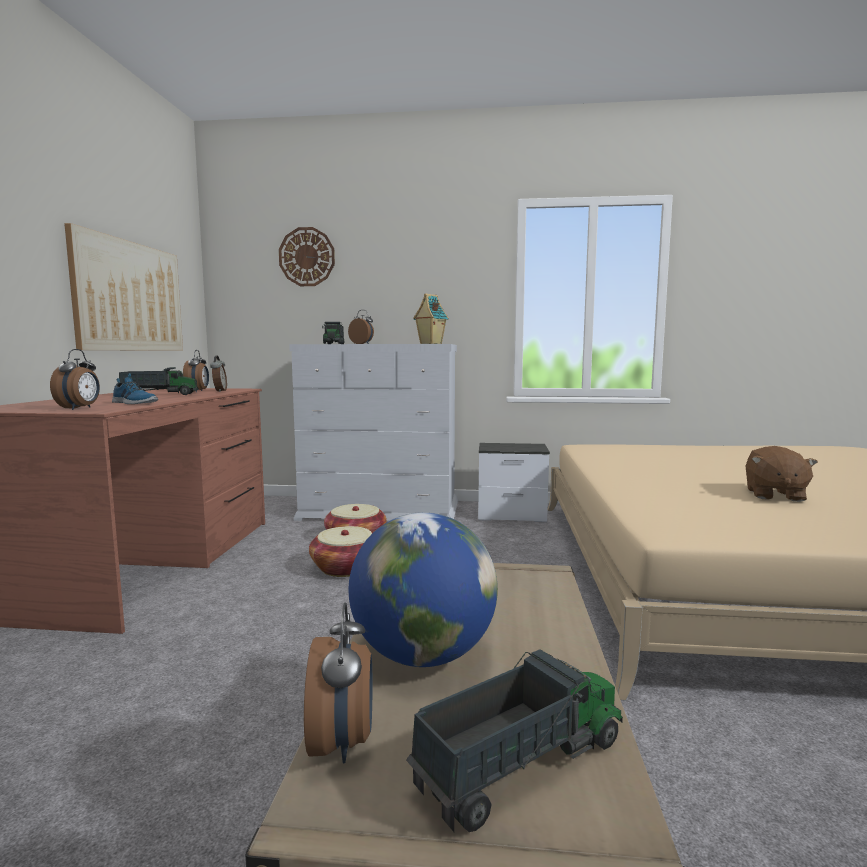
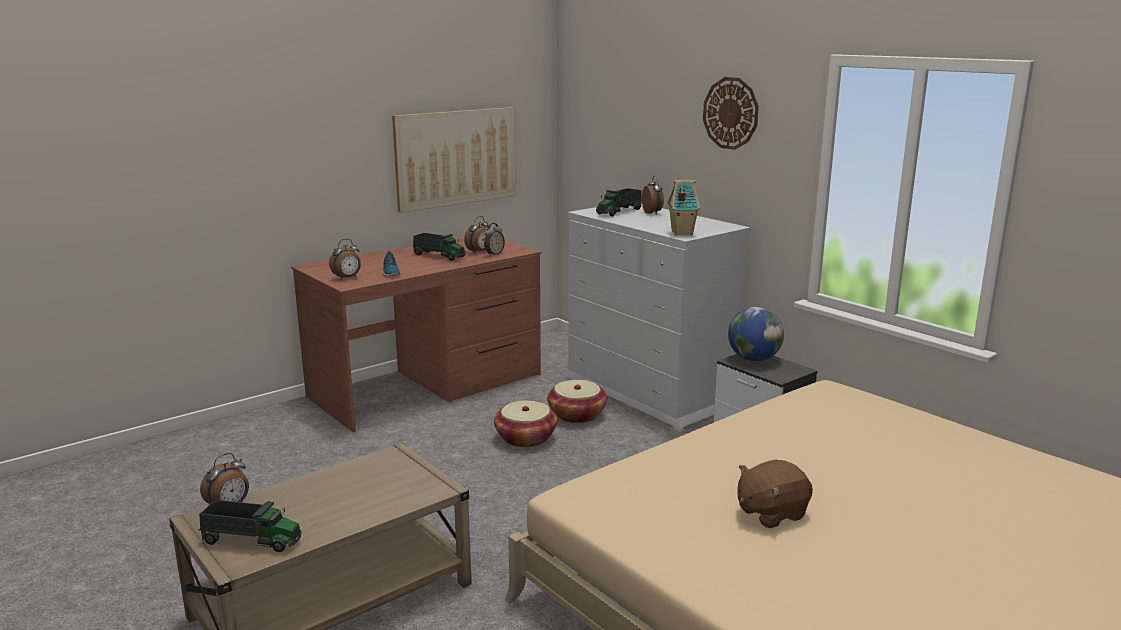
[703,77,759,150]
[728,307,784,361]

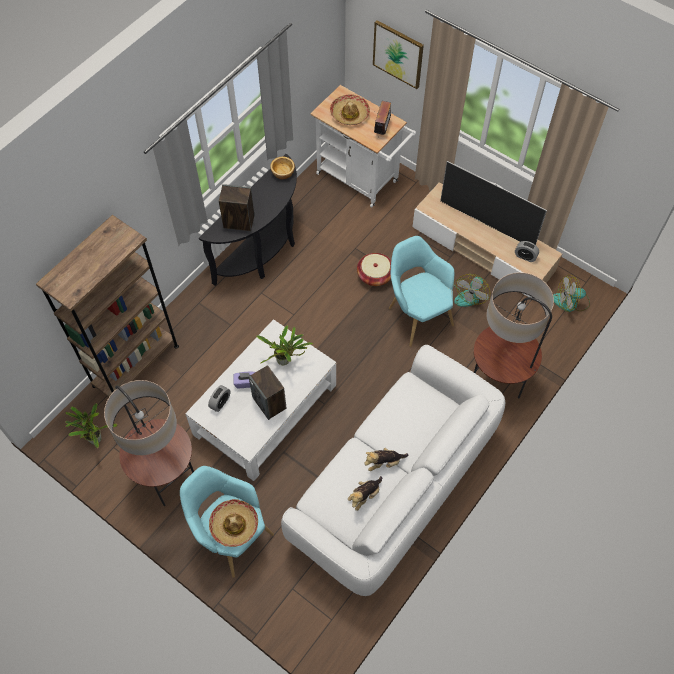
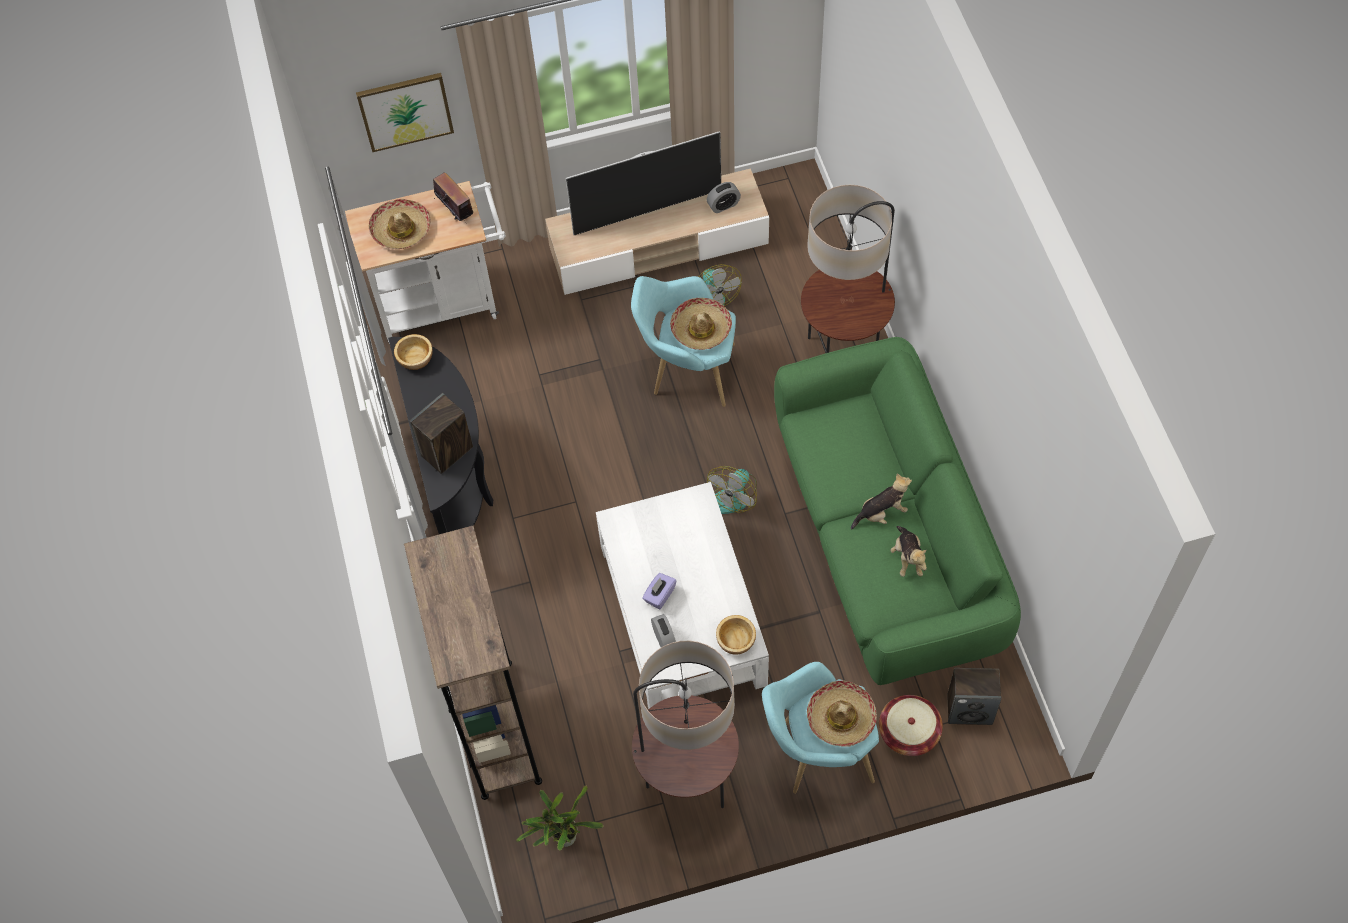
[947,668,1001,725]
[256,325,314,365] (first image)
[774,337,1021,685]
[879,695,943,756]
[851,473,912,530]
[707,466,757,514]
[670,298,732,350]
[716,615,756,655]

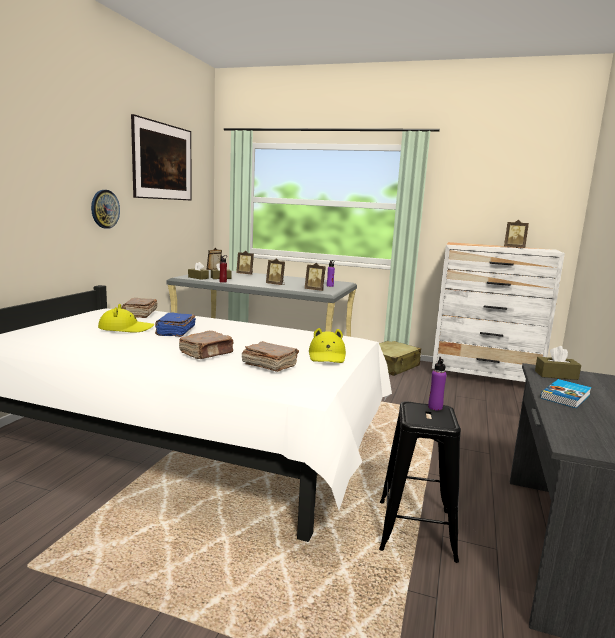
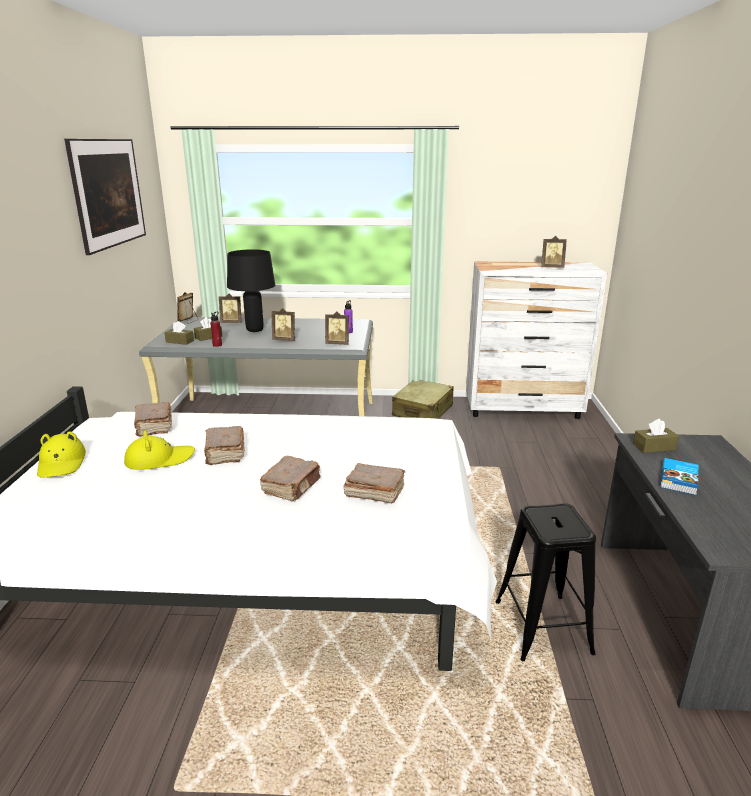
[91,190,120,229] (first image)
[204,426,245,465]
[37,431,86,478]
[428,357,447,410] (first image)
[227,249,275,332]

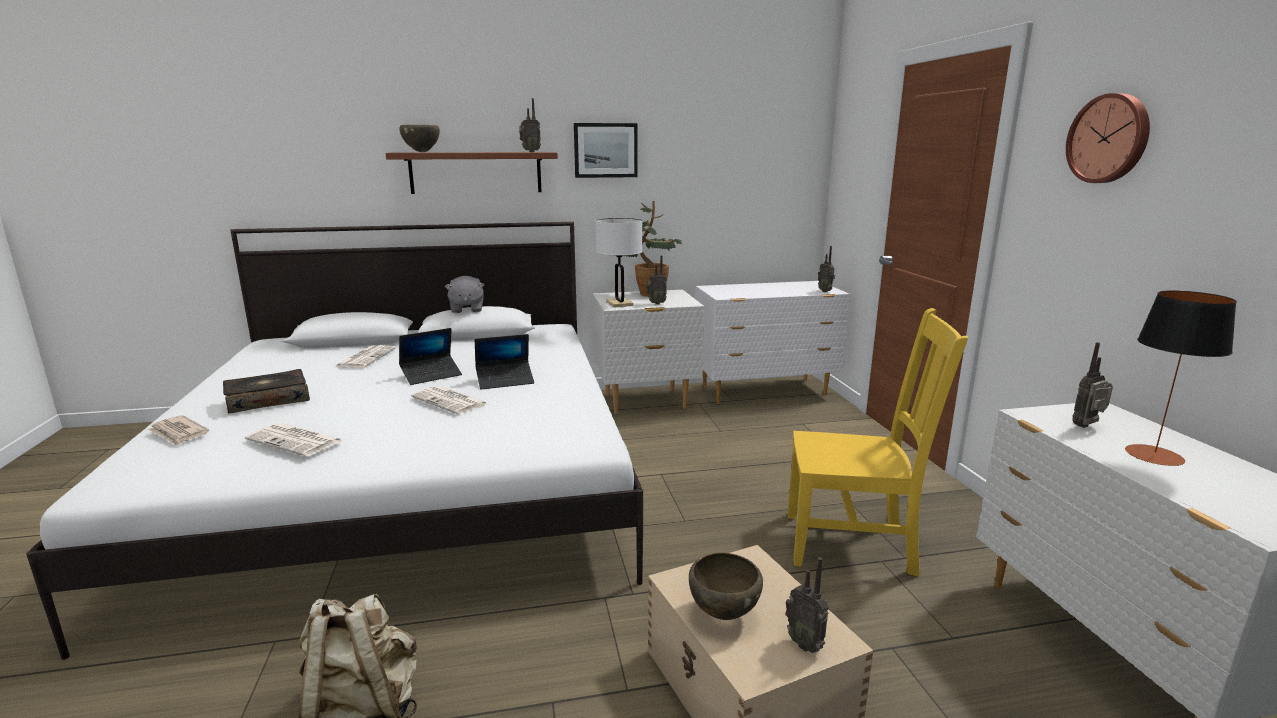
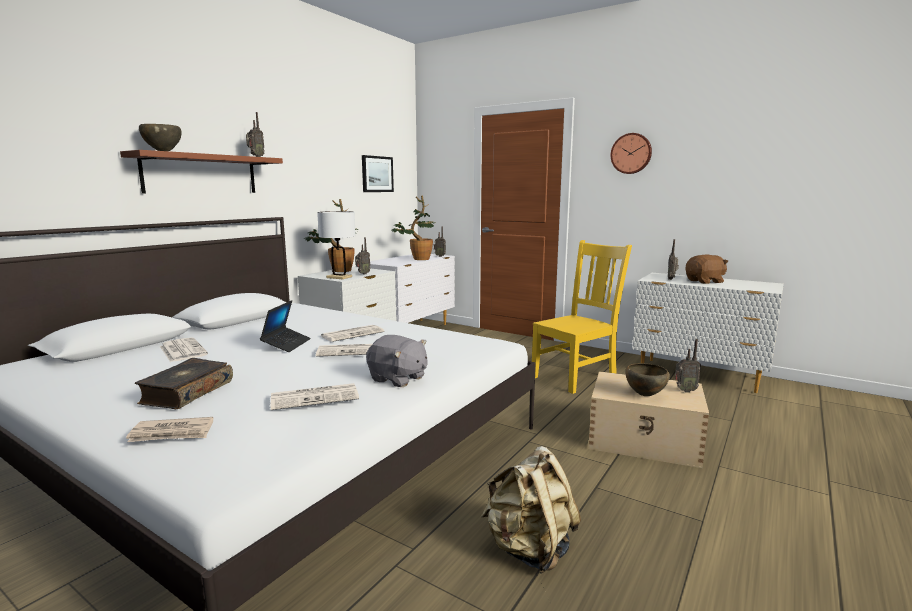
[366,335,428,387]
[321,325,384,342]
[362,155,394,192]
[686,254,728,284]
[392,196,435,260]

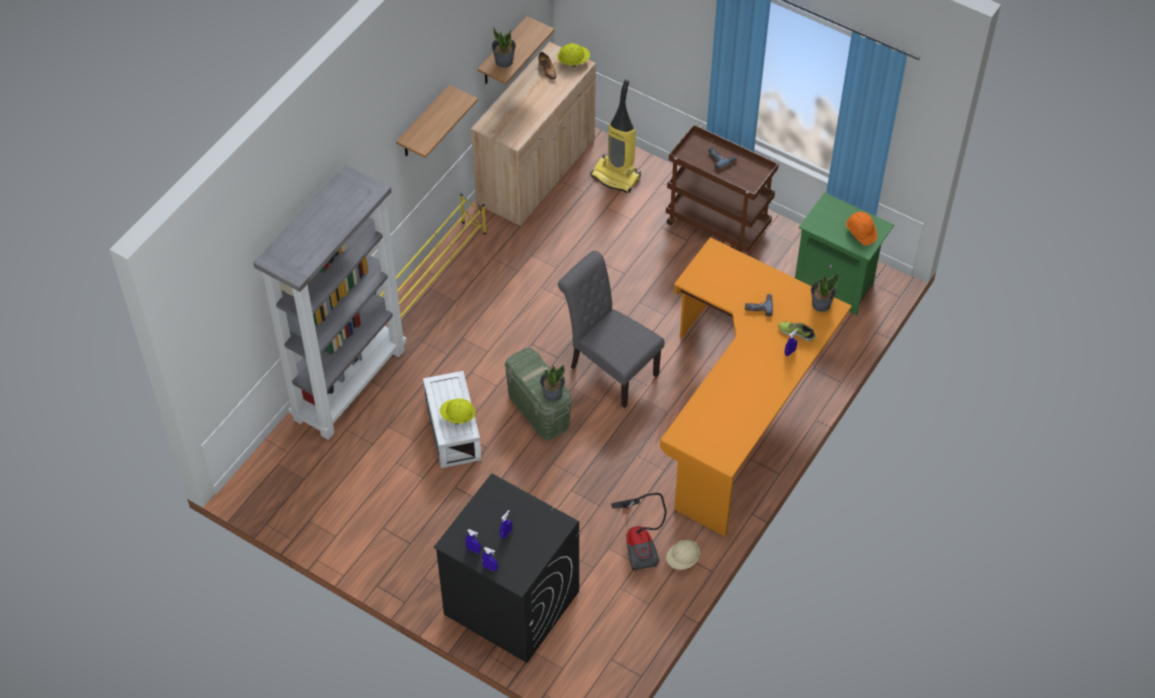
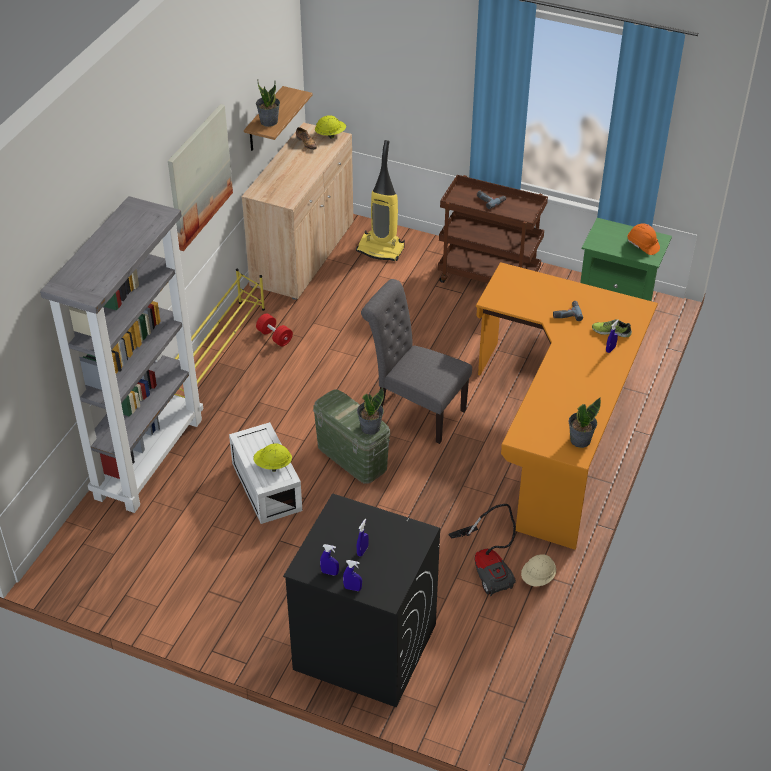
[168,104,233,251]
[568,397,601,448]
[256,313,293,346]

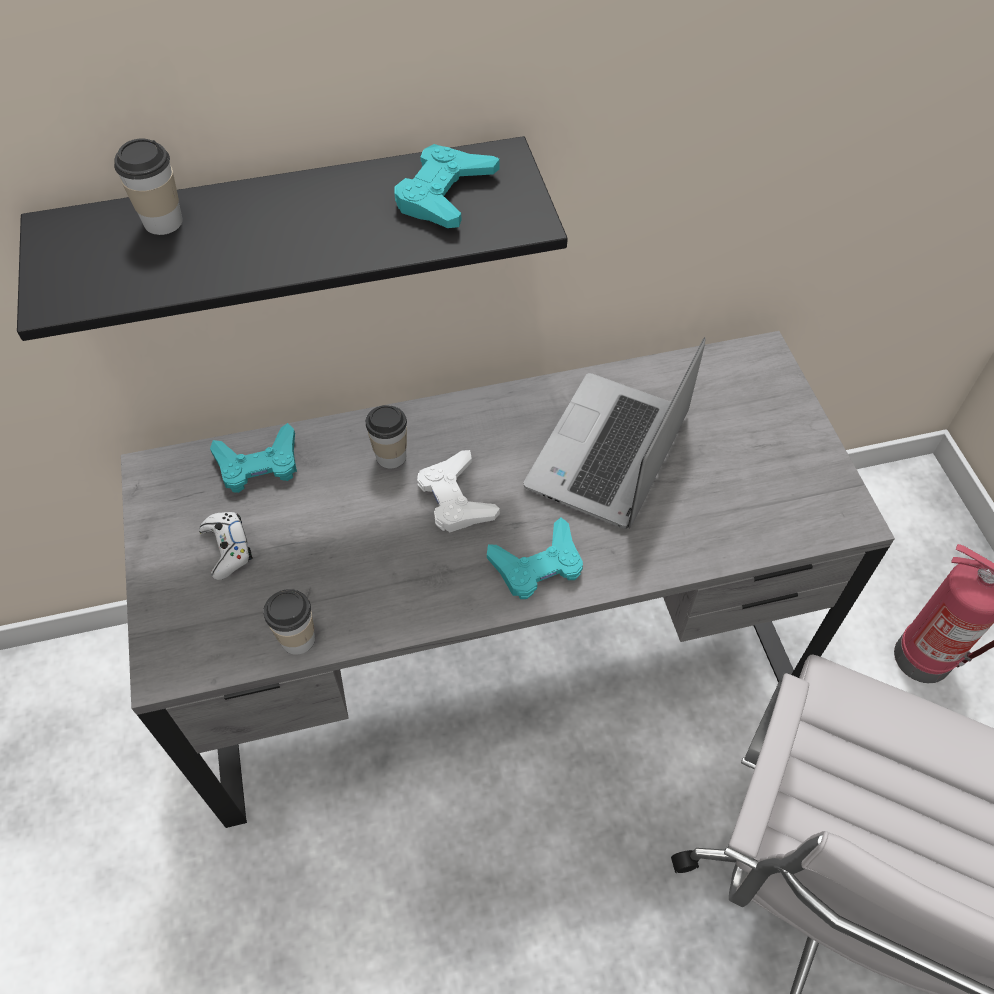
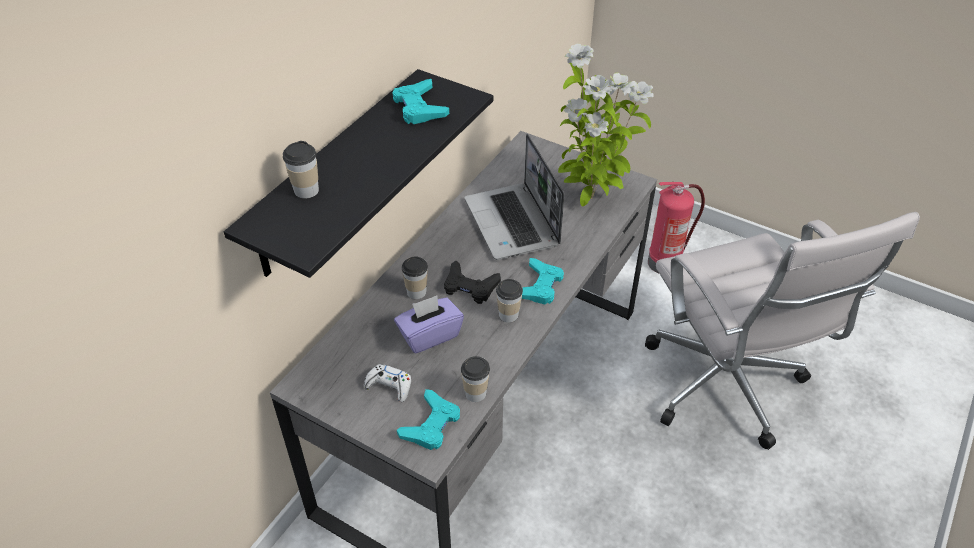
[397,389,460,450]
[444,260,501,304]
[394,296,464,354]
[496,279,523,323]
[558,44,654,206]

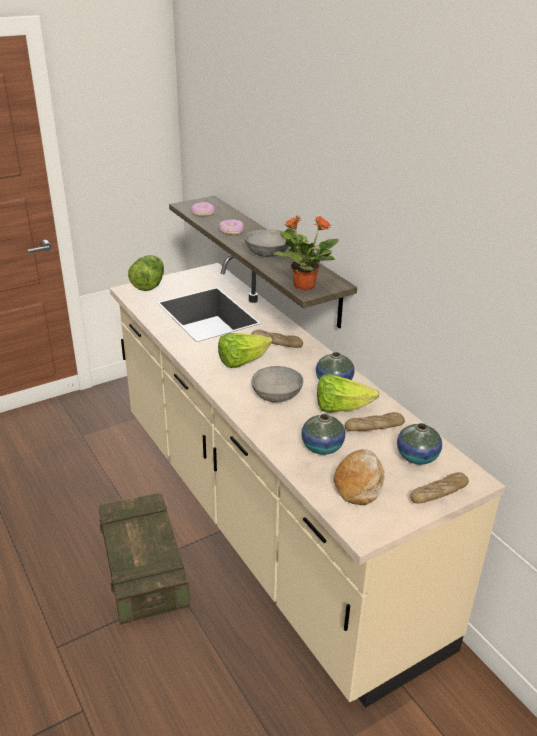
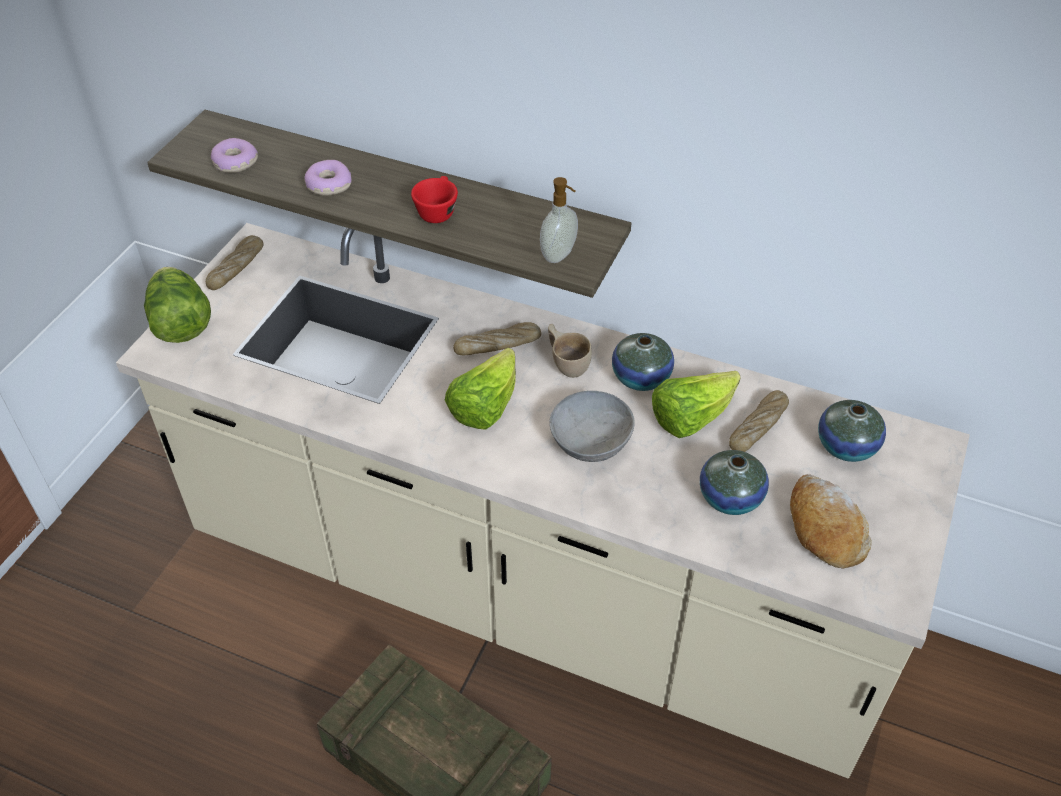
[411,176,458,223]
[540,177,578,263]
[206,235,263,290]
[548,324,592,378]

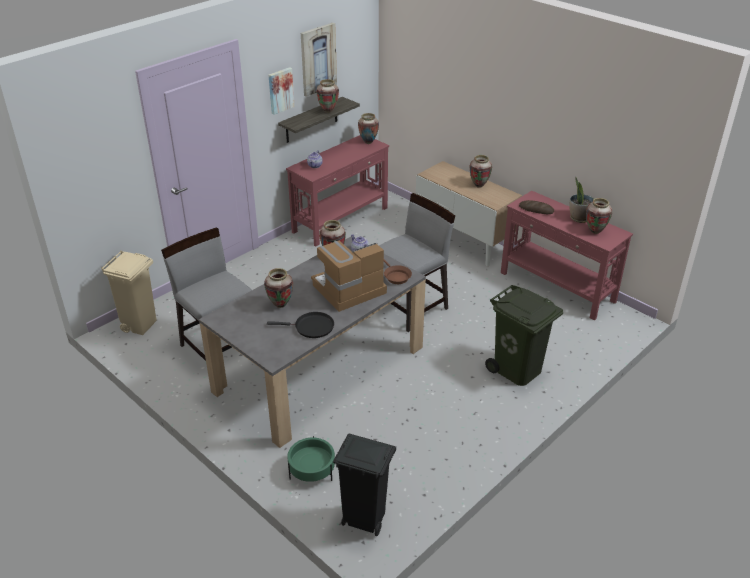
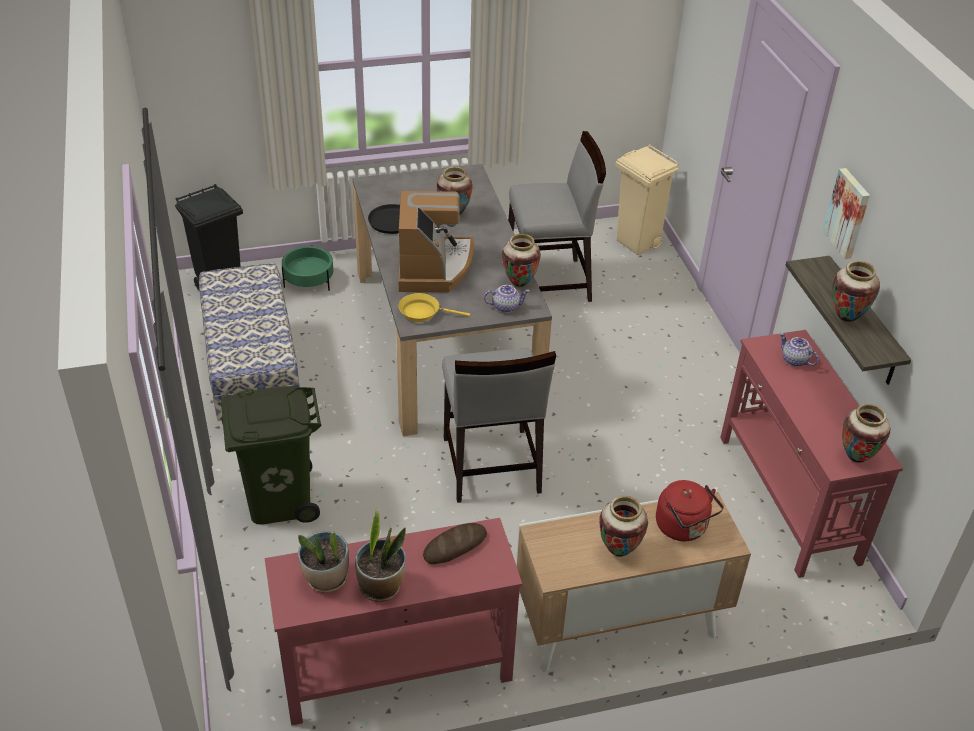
[301,23,337,97] (first image)
[399,293,470,322]
[298,531,349,593]
[199,263,300,424]
[656,480,724,541]

